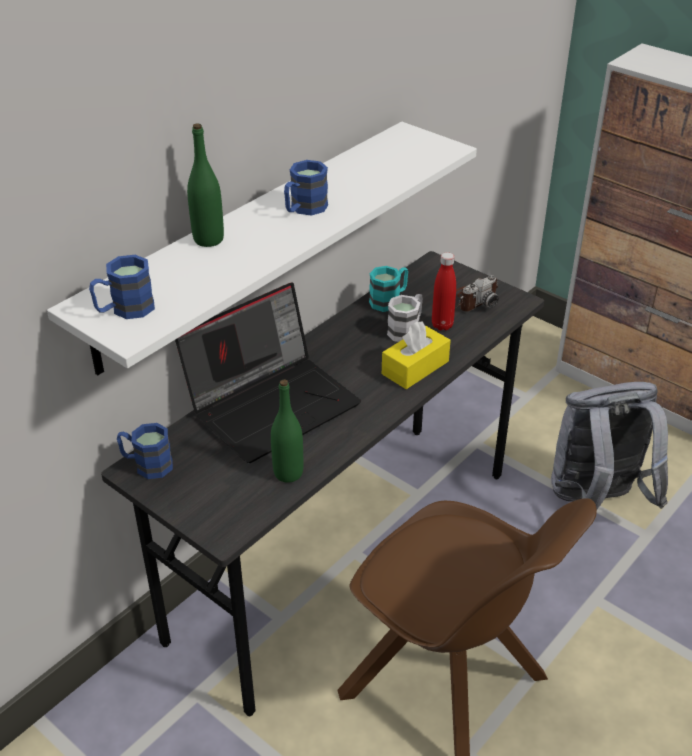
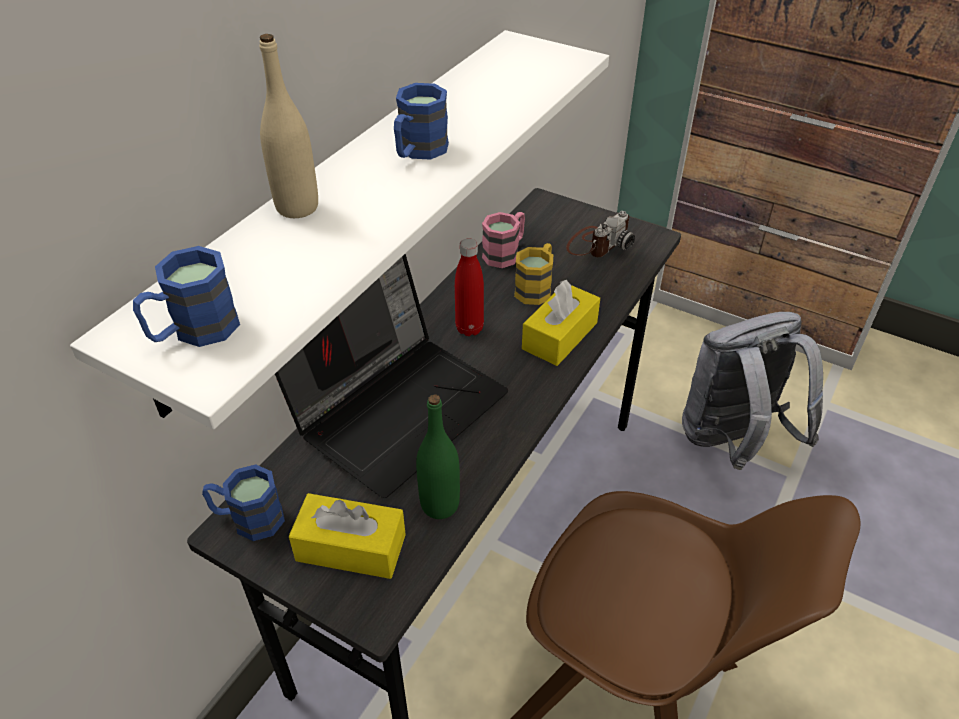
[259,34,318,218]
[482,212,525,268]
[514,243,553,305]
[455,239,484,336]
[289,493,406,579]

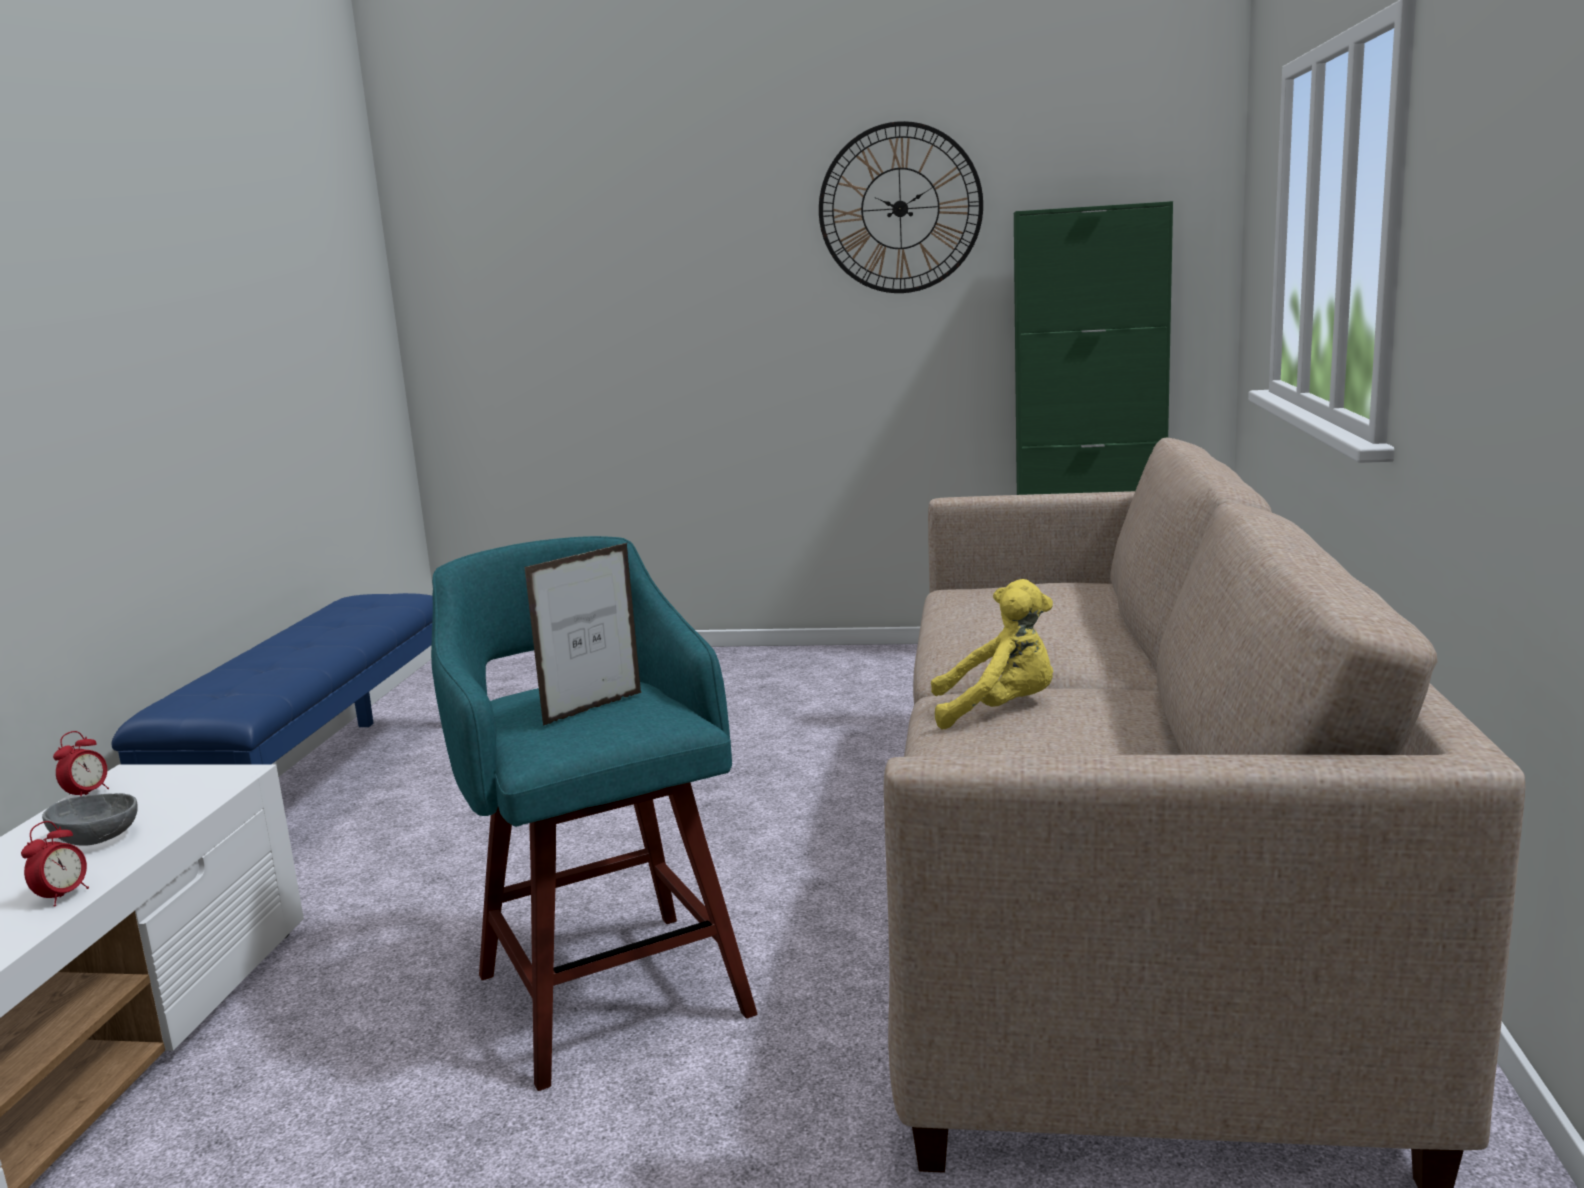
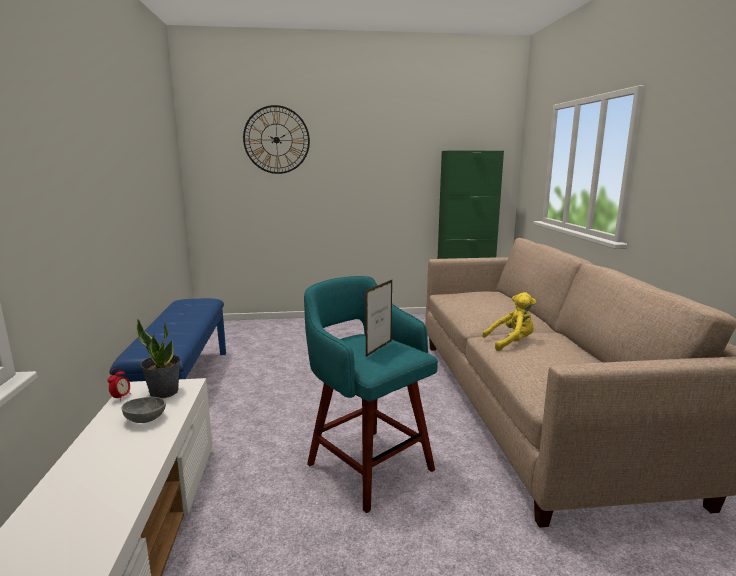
[21,821,89,906] (first image)
[243,105,310,174]
[136,319,181,398]

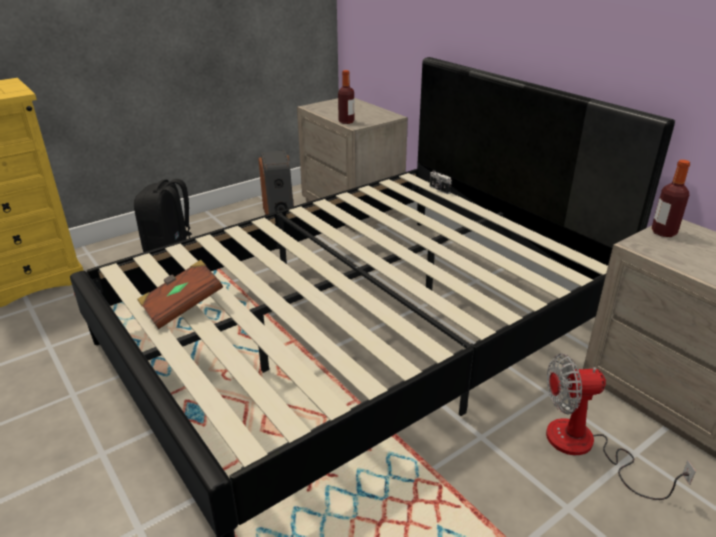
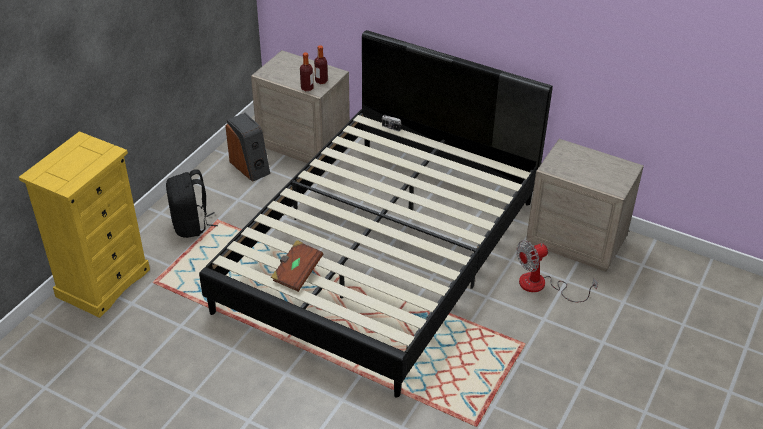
[314,45,328,84]

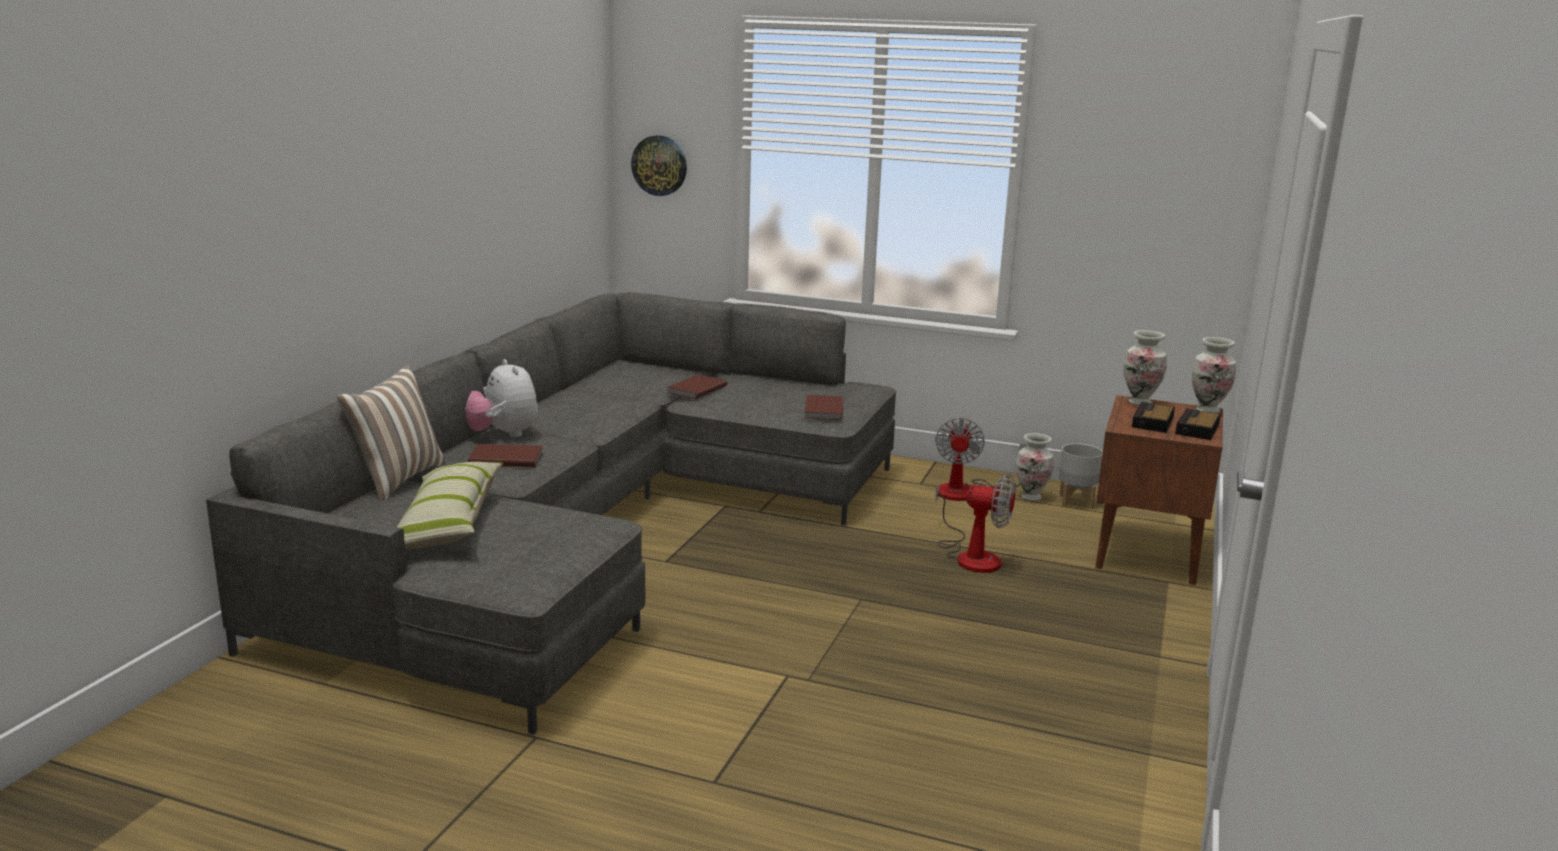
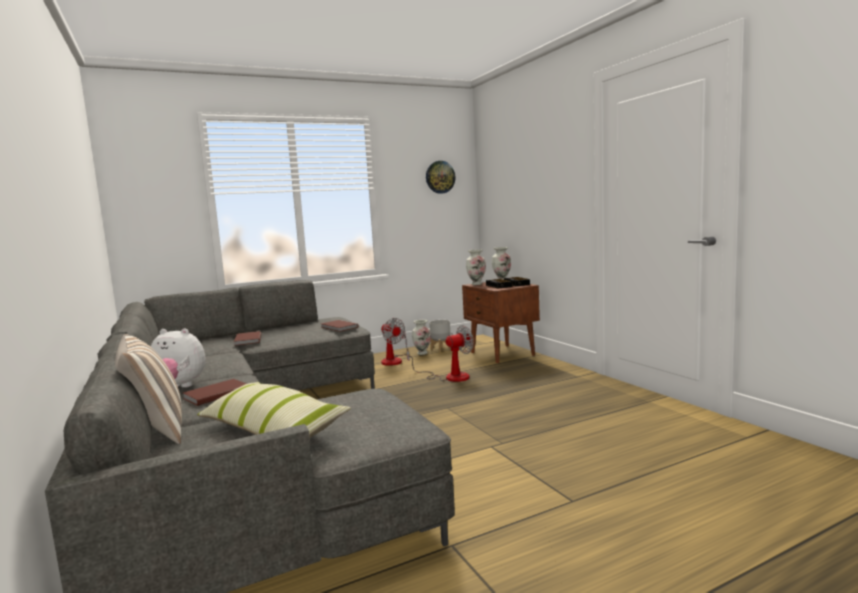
[426,161,455,194]

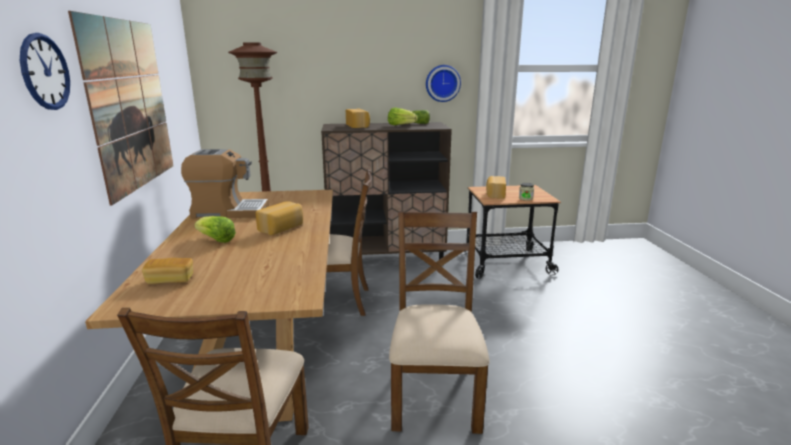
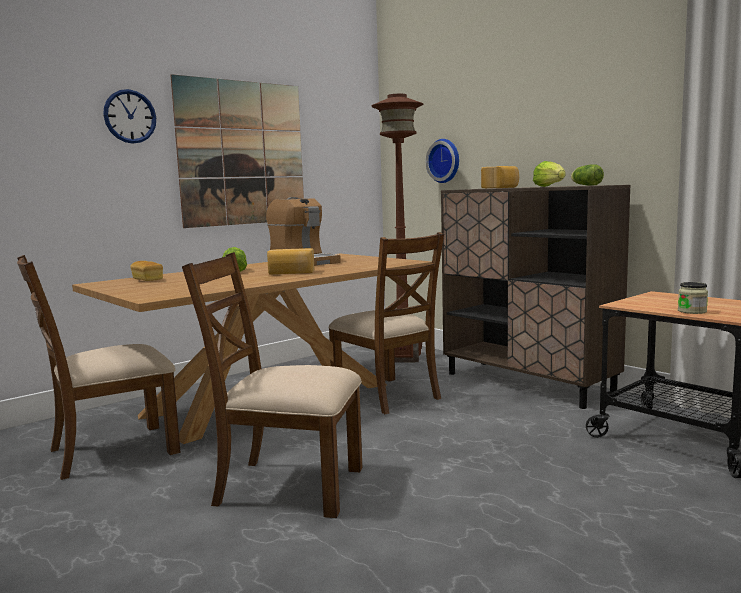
[182,252,362,518]
[426,139,459,183]
[486,176,506,199] (first image)

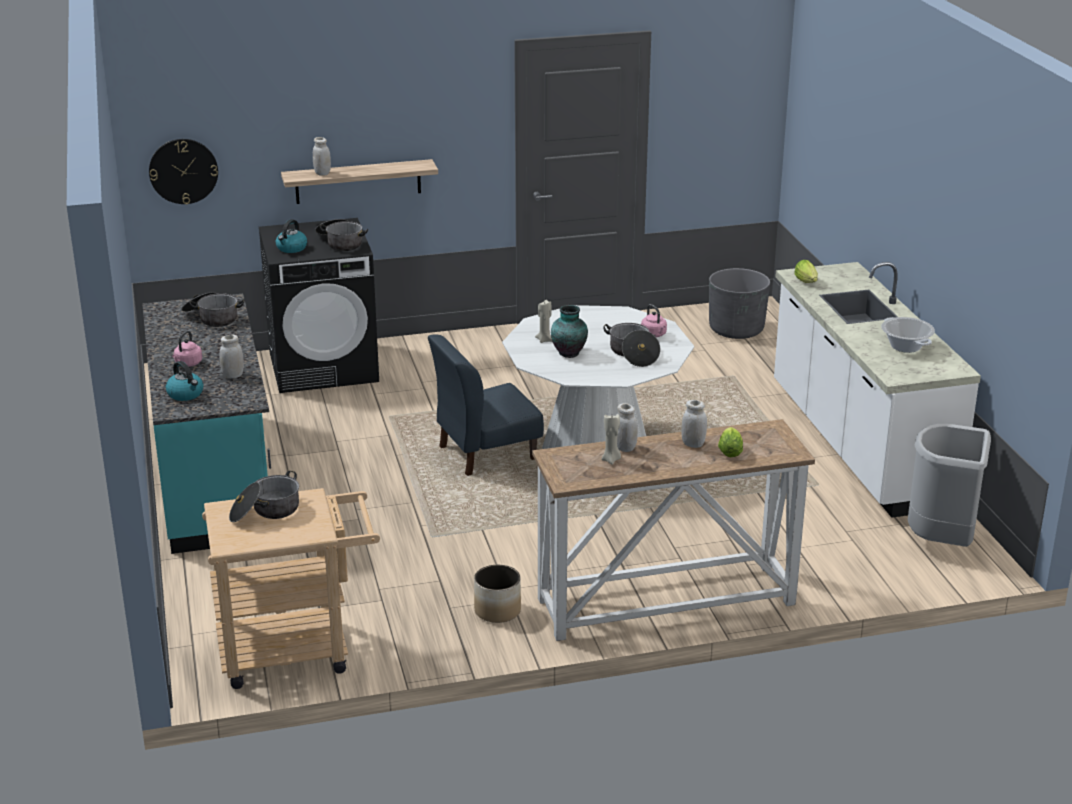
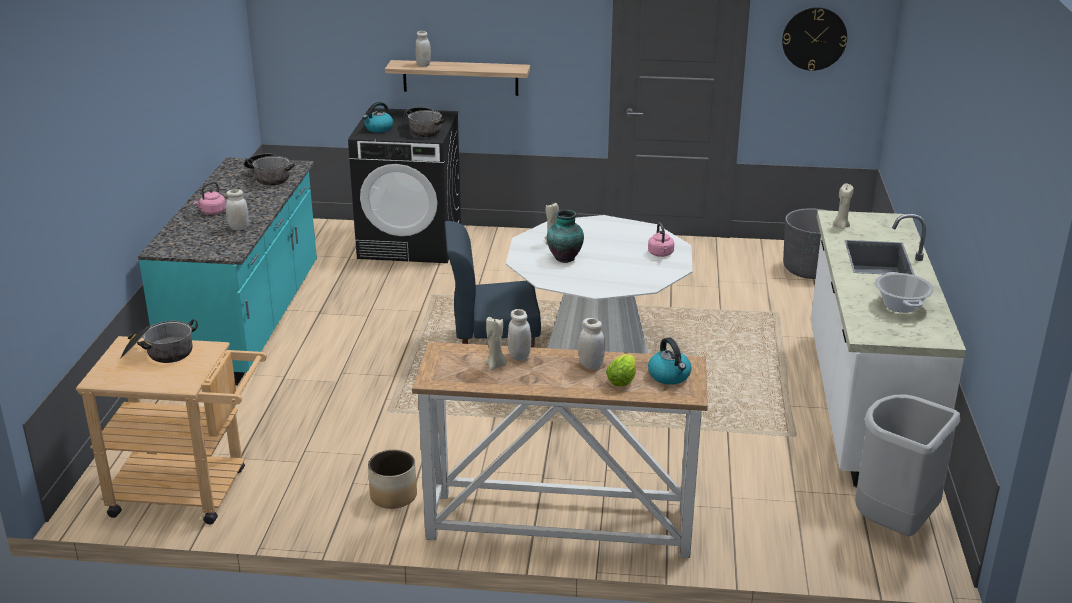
[782,7,847,71]
[648,337,692,385]
[603,323,660,367] (first image)
[833,183,853,229]

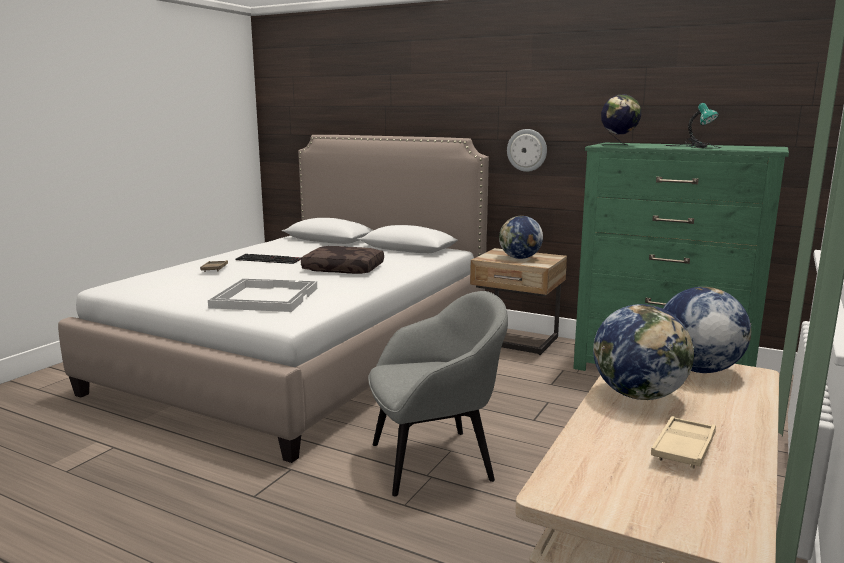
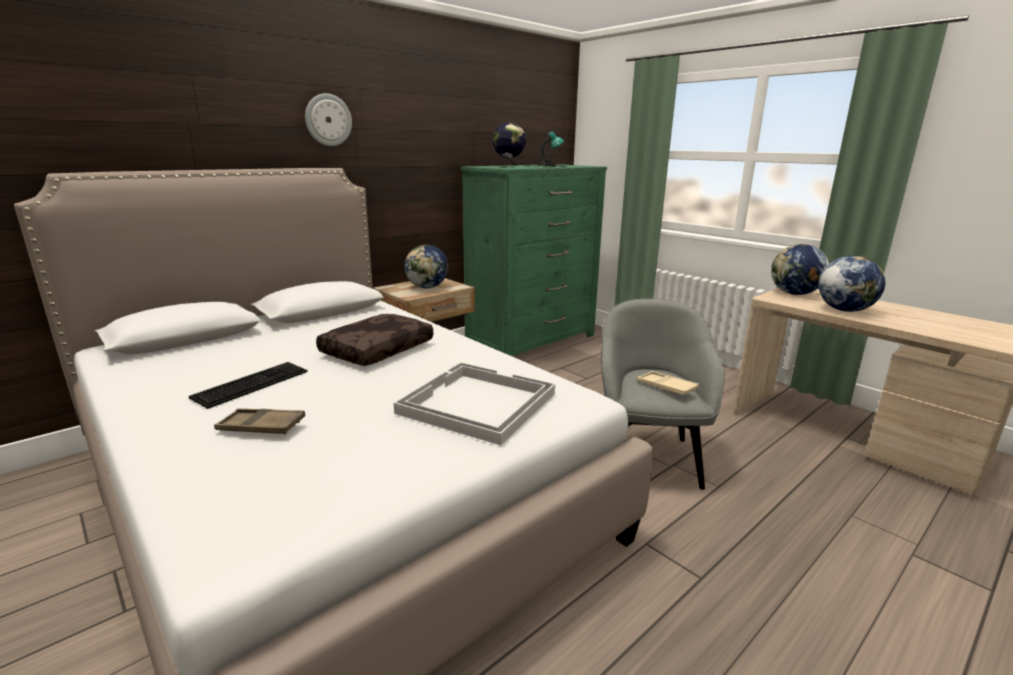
[305,93,352,146]
[637,371,699,396]

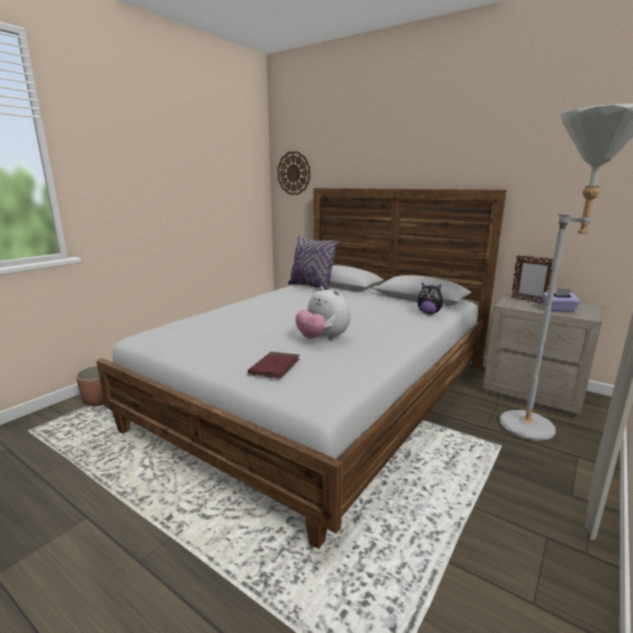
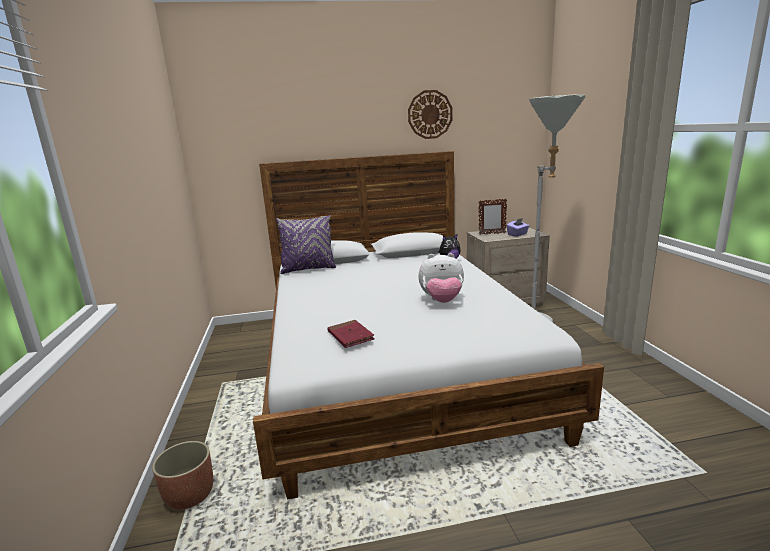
[327,320,375,348]
[408,90,452,139]

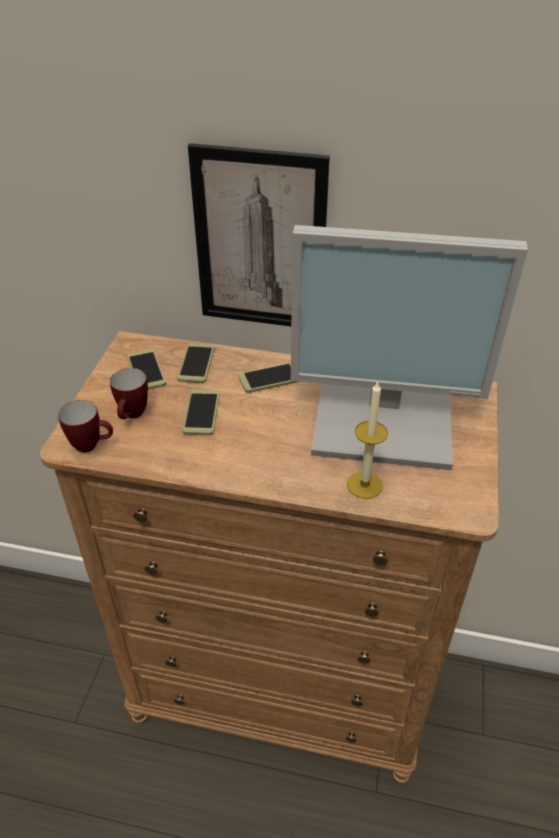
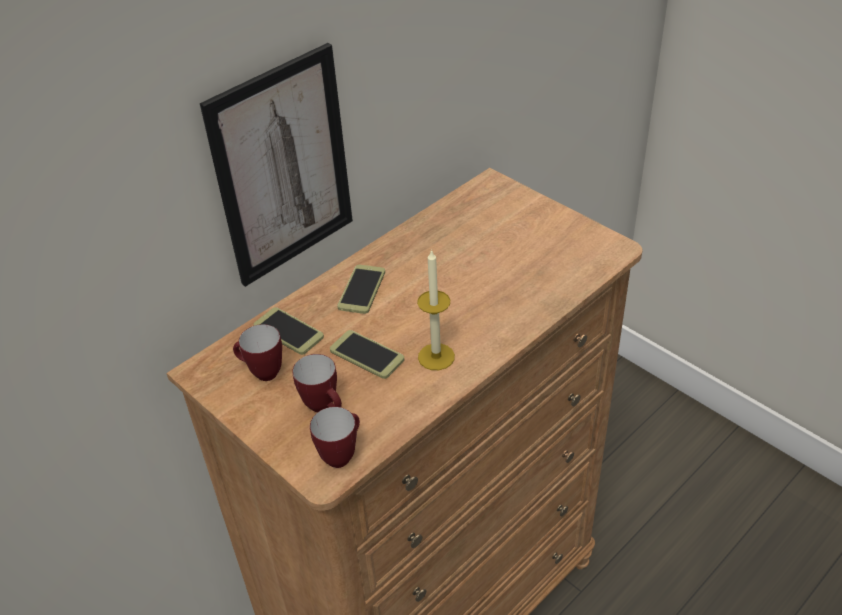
[233,324,282,381]
[291,225,528,470] (first image)
[417,249,455,370]

